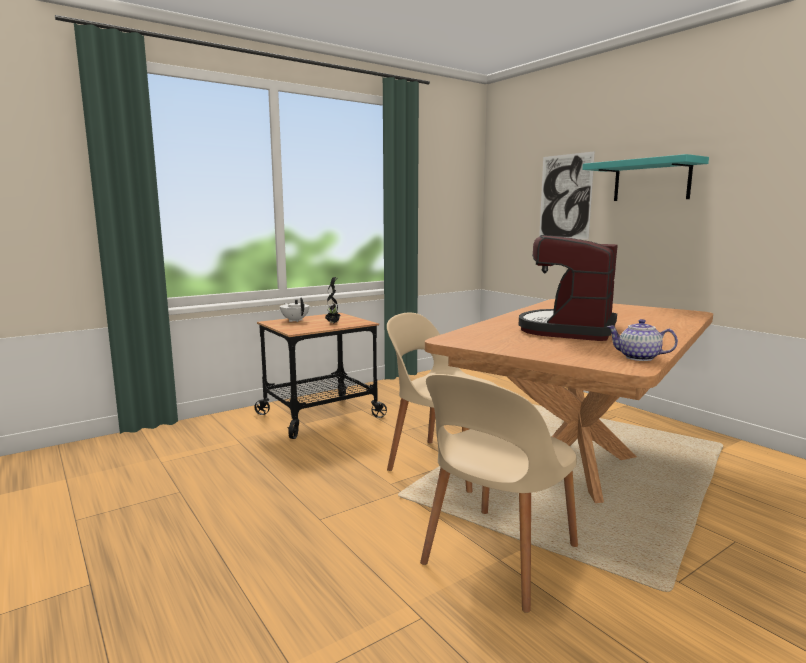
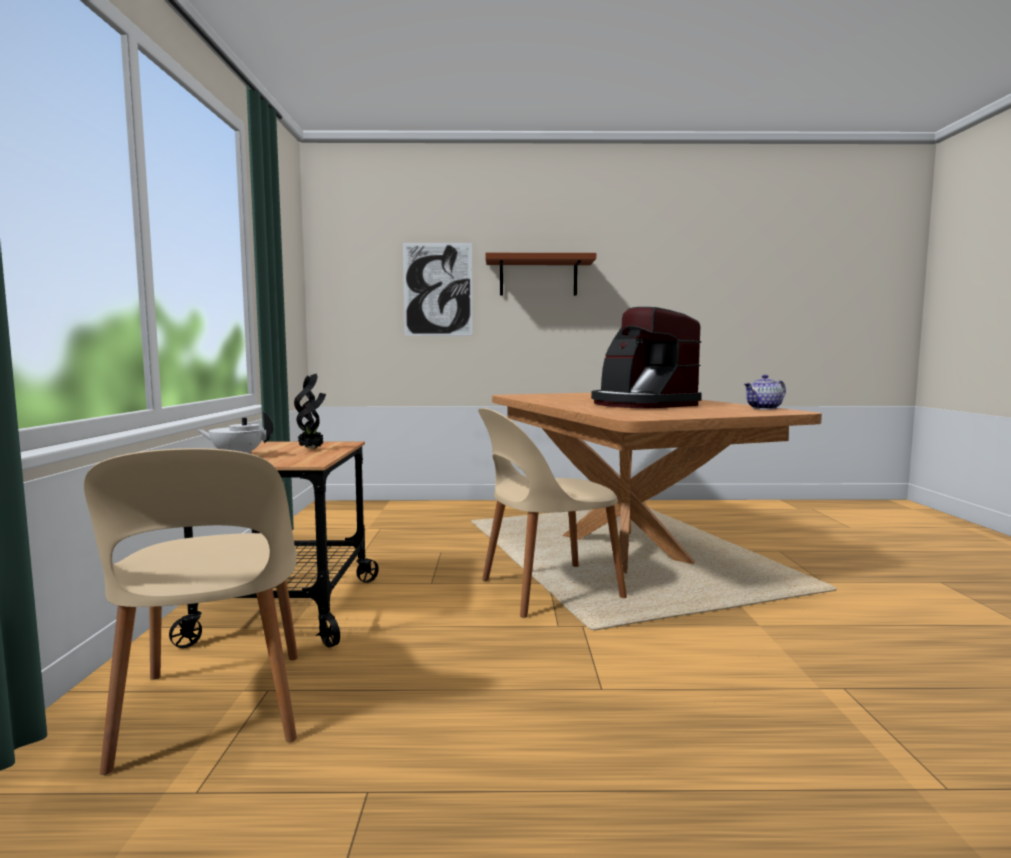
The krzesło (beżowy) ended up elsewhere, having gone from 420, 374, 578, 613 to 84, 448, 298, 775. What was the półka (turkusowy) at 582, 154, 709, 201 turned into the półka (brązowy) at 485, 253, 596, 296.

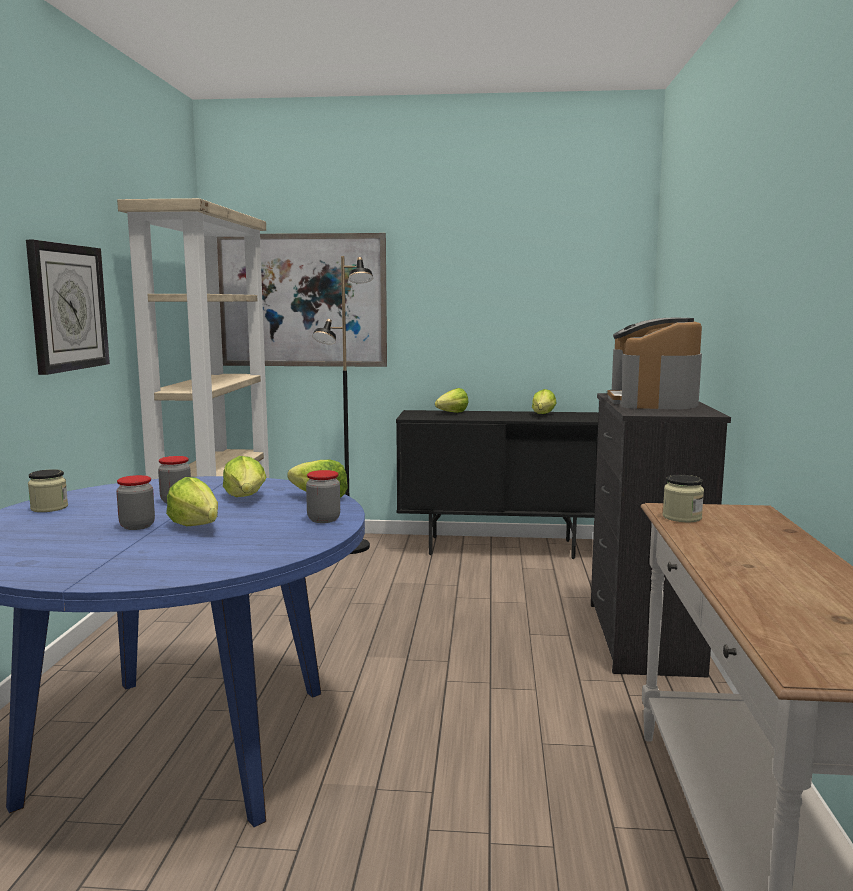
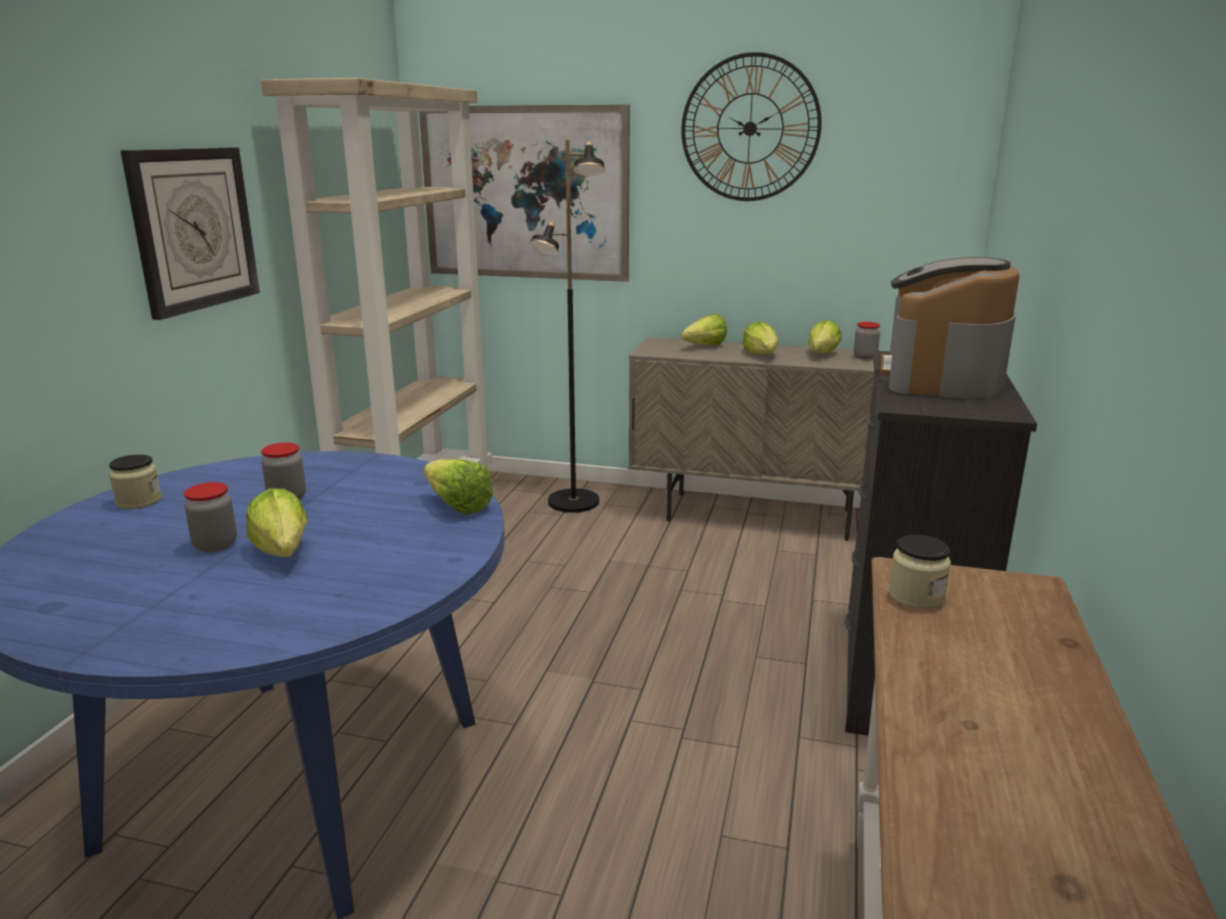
The sałata ended up elsewhere, having gone from 223, 456, 266, 497 to 742, 322, 778, 354. The słoik ended up elsewhere, having gone from 306, 470, 340, 523 to 854, 322, 880, 360. What was the szafka (czarny) at 396, 410, 599, 559 turned into the szafka (beżowy) at 628, 337, 890, 541. The second view gained the zegar ścienny at 681, 52, 822, 201.

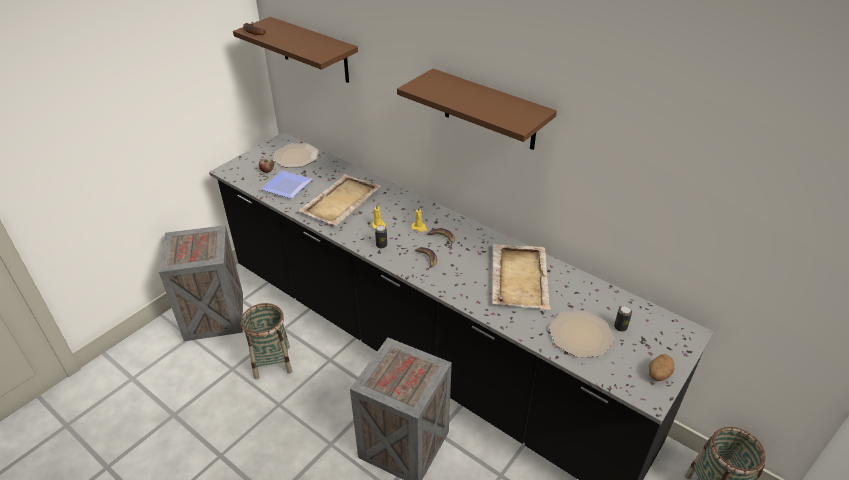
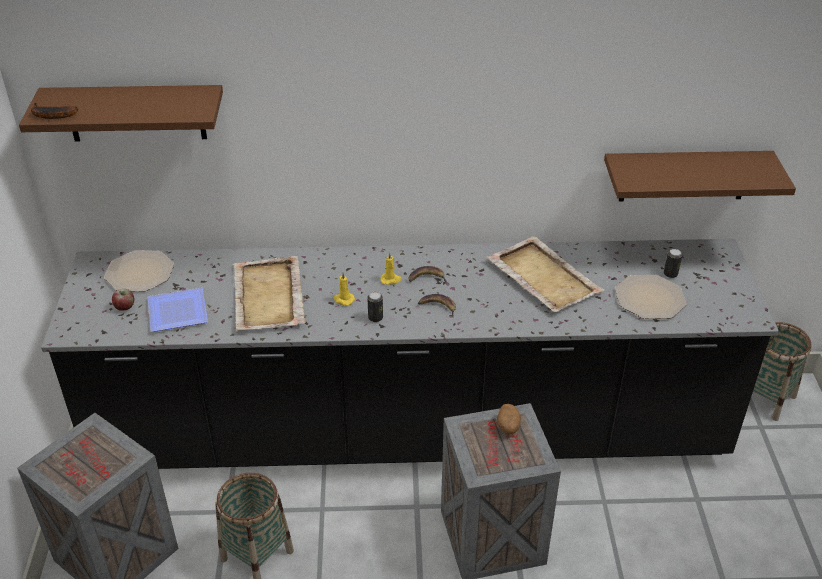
The półka (brązowy) ended up elsewhere, having gone from 397, 69, 557, 150 to 604, 151, 796, 202. The ziemniak ended up elsewhere, having gone from 649, 354, 674, 381 to 497, 404, 521, 434.

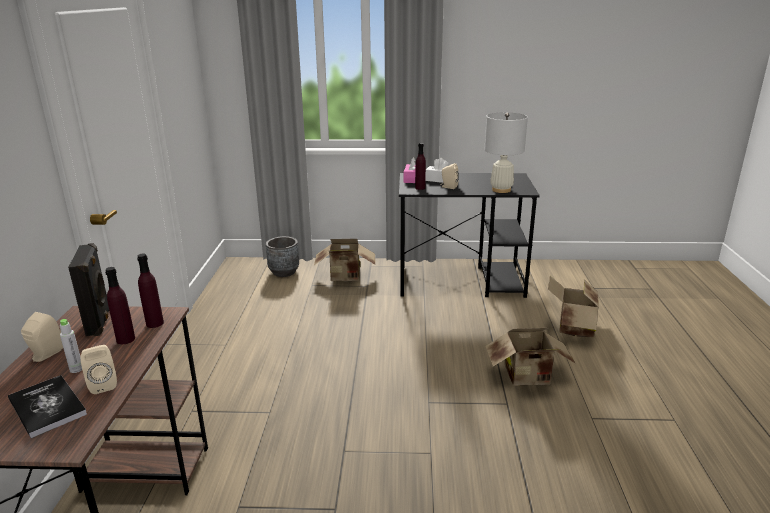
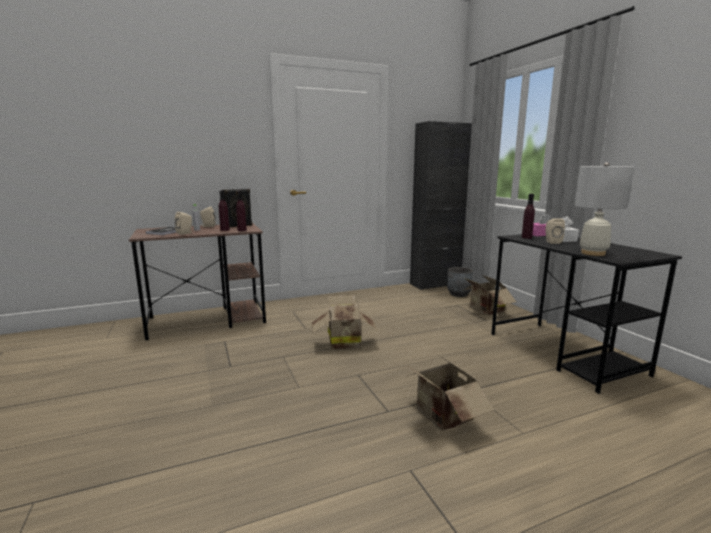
The karton ended up elsewhere, having gone from 548, 276, 599, 338 to 312, 295, 377, 350. The second view gained the szafka (czarny) at 410, 121, 472, 290.

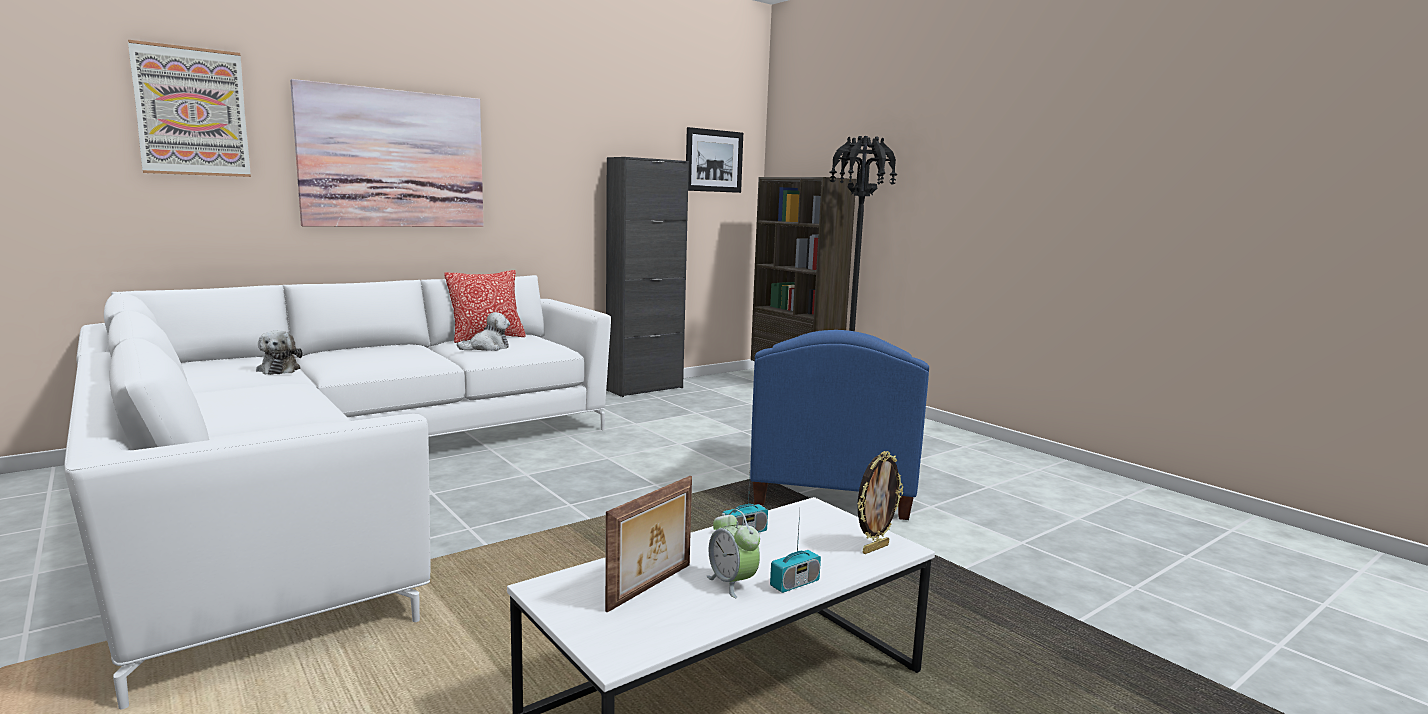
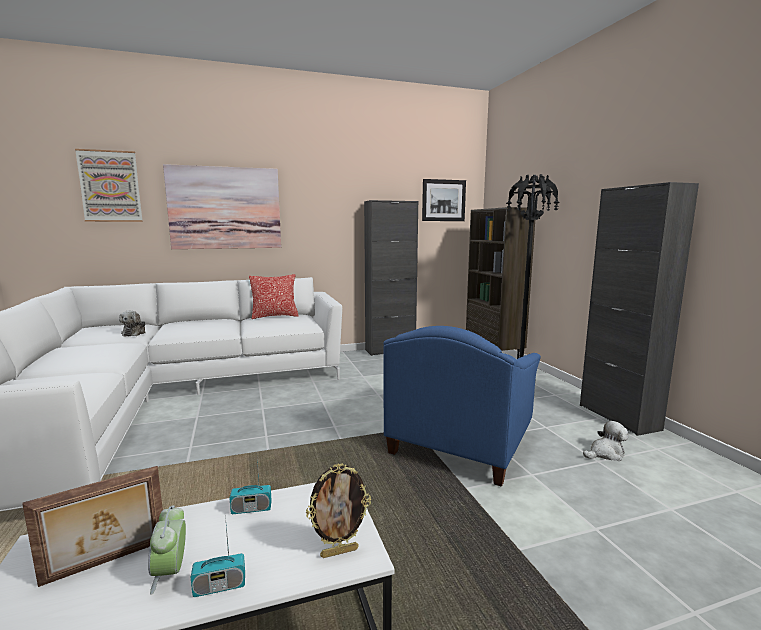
The pluszak ended up elsewhere, having gone from 457, 312, 510, 351 to 583, 421, 628, 461. The second view gained the szafka (czarny) at 580, 182, 699, 436.

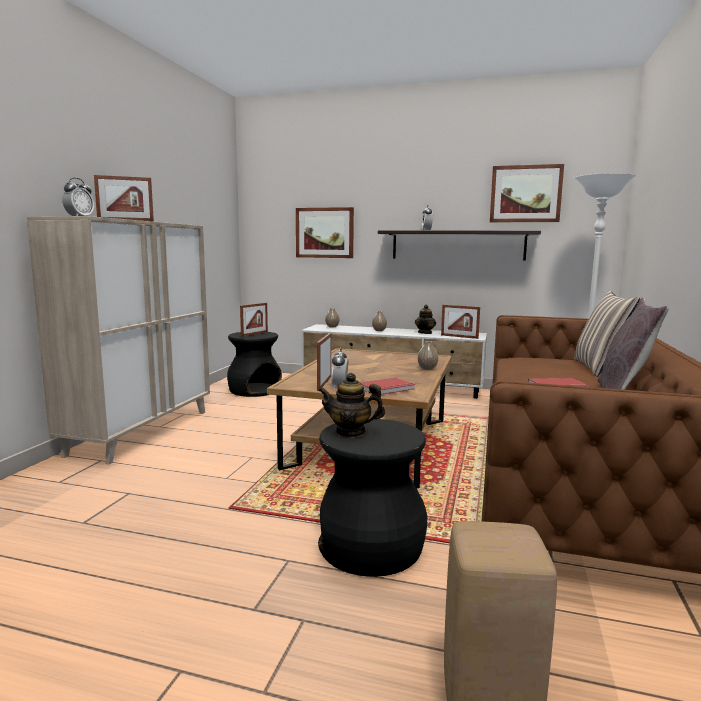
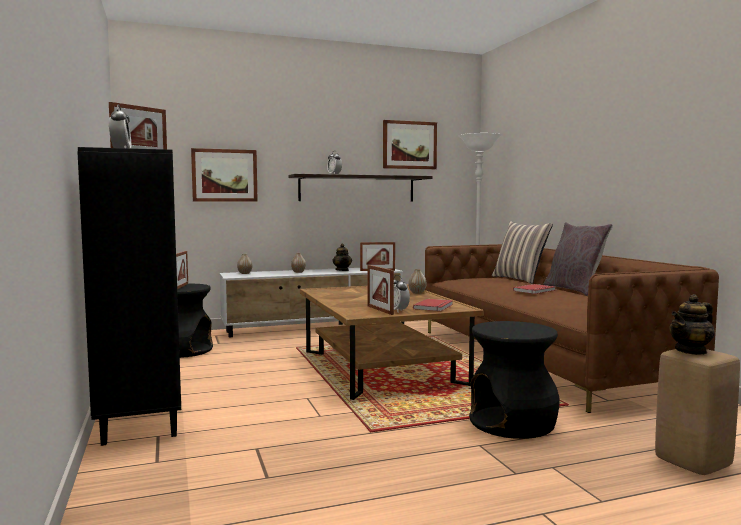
What was the szafka (beżowy) at 27, 216, 210, 465 turned into the szafka (czarny) at 77, 147, 181, 446. The imbryk ended up elsewhere, having gone from 318, 373, 385, 438 to 670, 294, 715, 355.

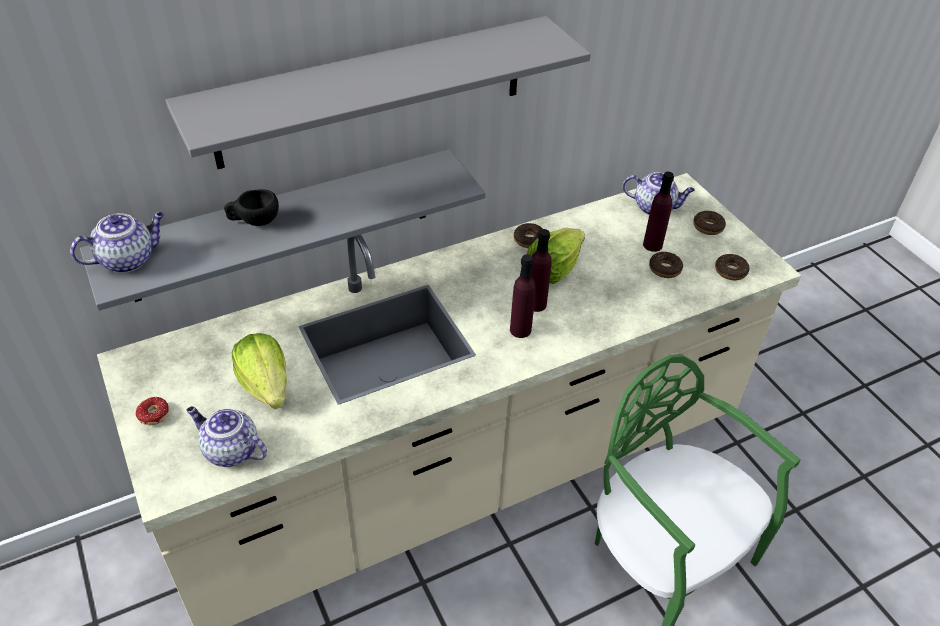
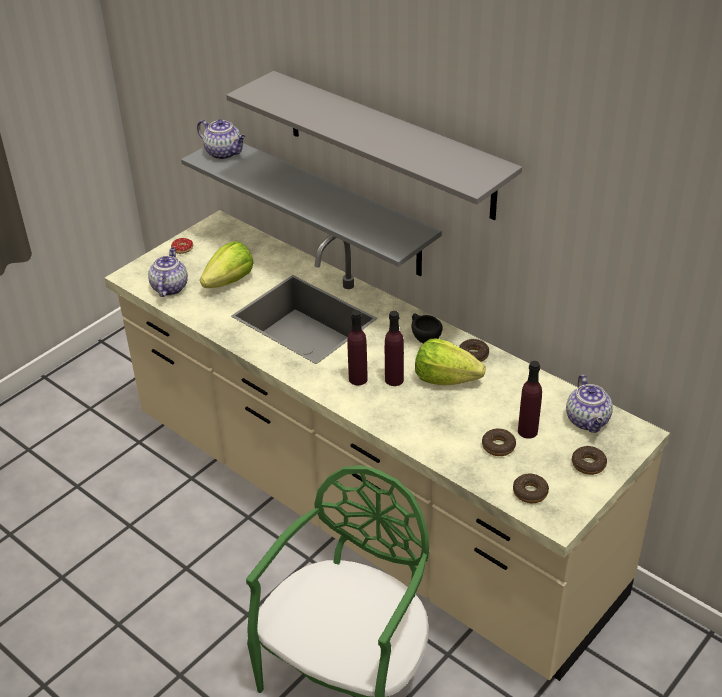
The filiżanka (czarny) ended up elsewhere, having gone from 224, 189, 279, 226 to 411, 313, 443, 343.

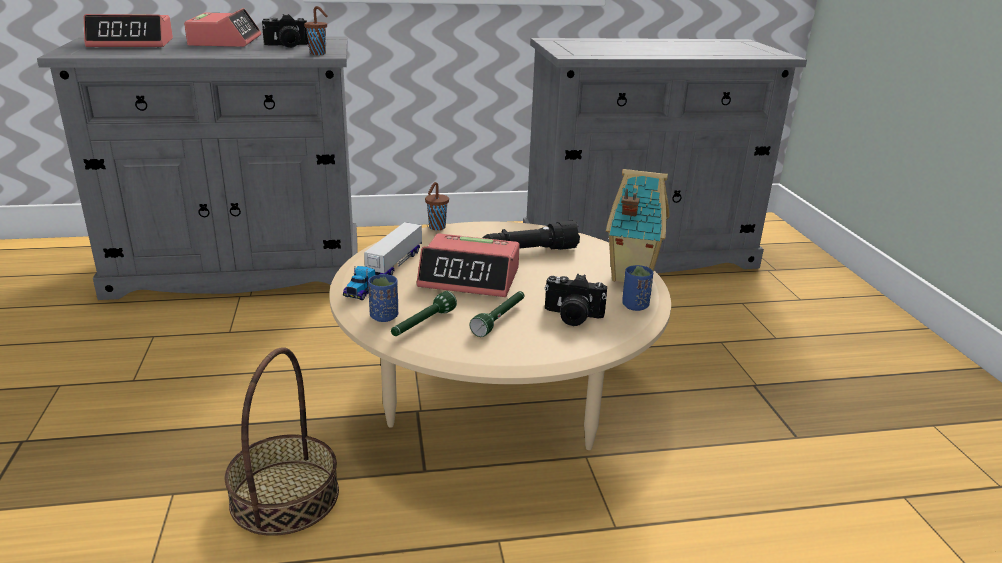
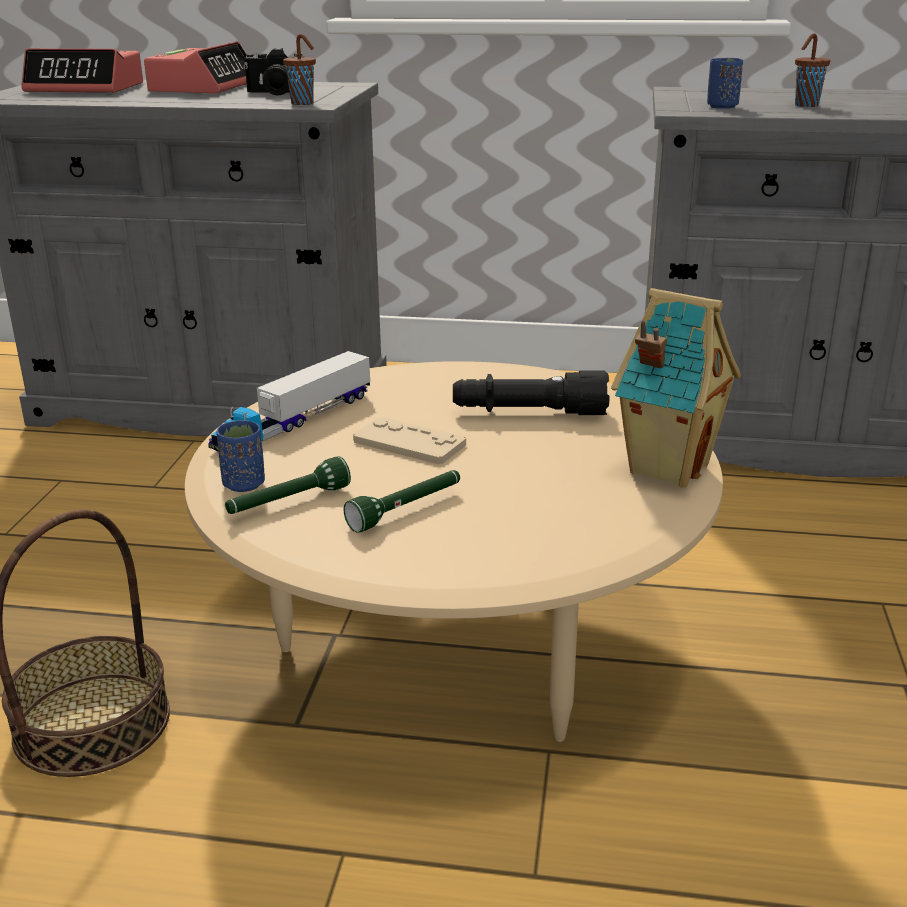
Where the budzik stood at 416, 233, 520, 297, the pad do gier (beżowy) came to stand at 353, 417, 466, 464. The filiżanka (brązowy) ended up elsewhere, having gone from 425, 182, 449, 230 to 795, 33, 830, 107. The second view lost the aparat fotograficzny at 544, 274, 607, 326. The filiżanka (niebieski) ended up elsewhere, having gone from 622, 265, 653, 311 to 707, 58, 743, 109.

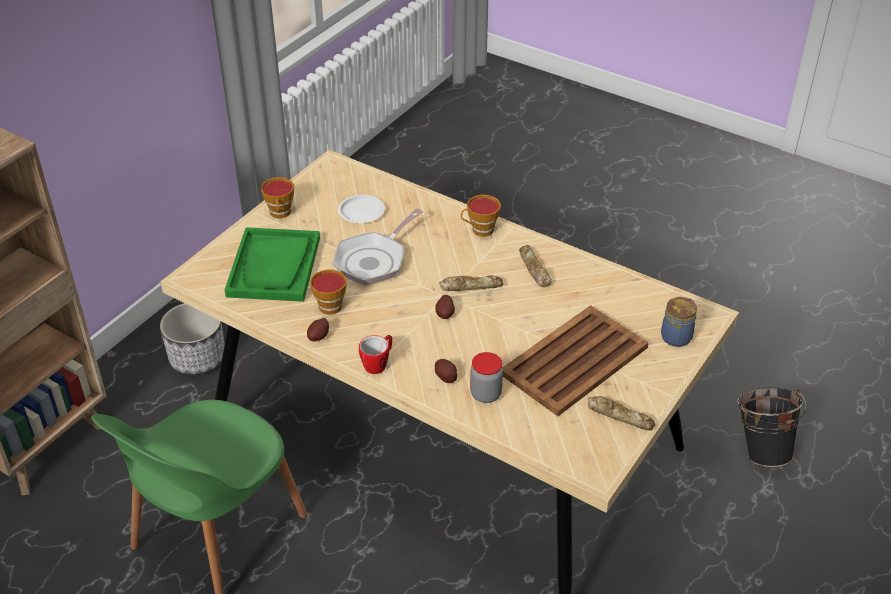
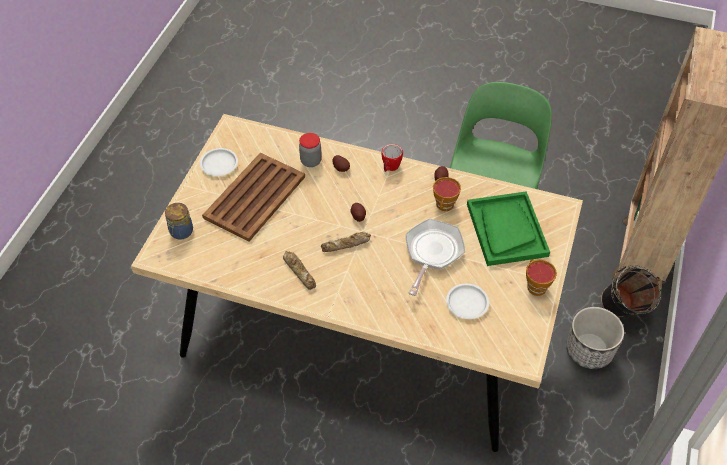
The second view lost the filiżanka at 461, 195, 501, 237. Where the chleb stood at 588, 396, 656, 431, the talerz (biały) came to stand at 200, 148, 238, 176. The wiadro (czarny) ended up elsewhere, having gone from 737, 387, 807, 467 to 601, 265, 661, 317.

